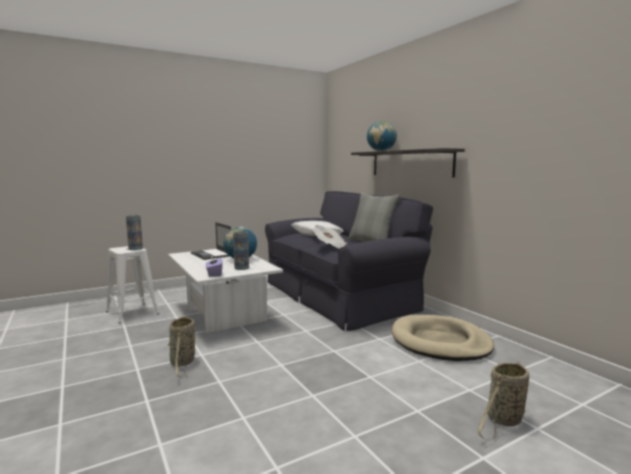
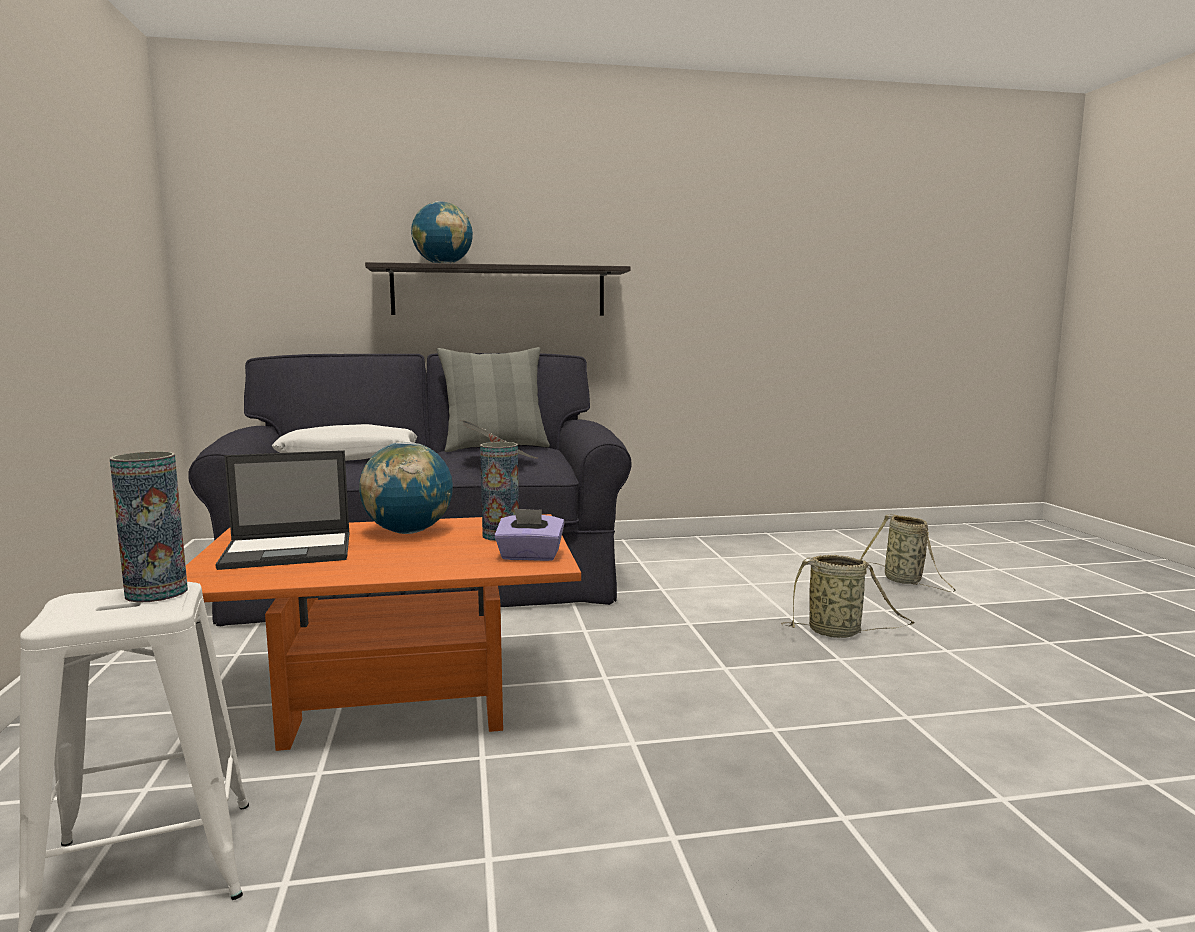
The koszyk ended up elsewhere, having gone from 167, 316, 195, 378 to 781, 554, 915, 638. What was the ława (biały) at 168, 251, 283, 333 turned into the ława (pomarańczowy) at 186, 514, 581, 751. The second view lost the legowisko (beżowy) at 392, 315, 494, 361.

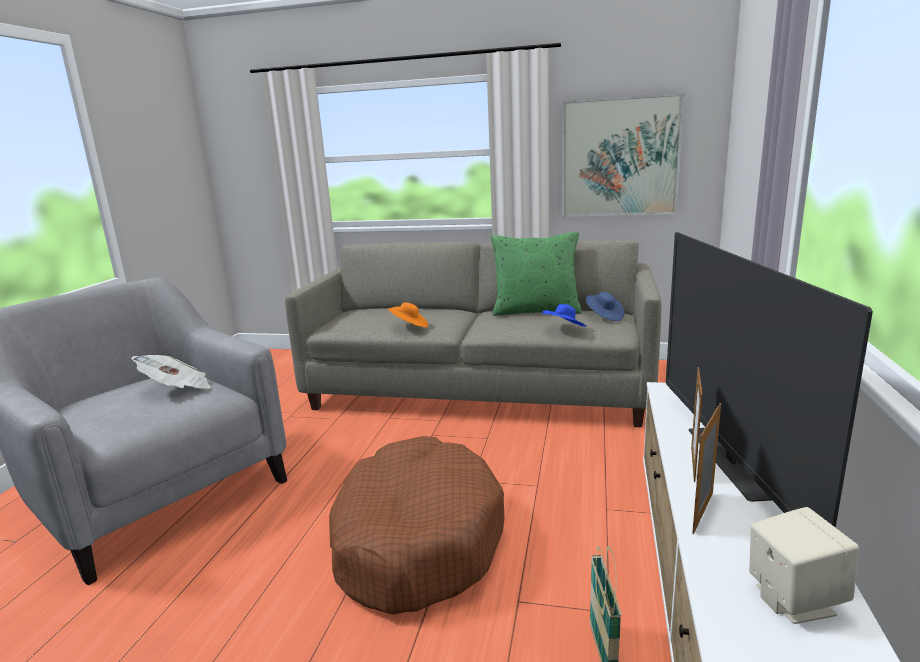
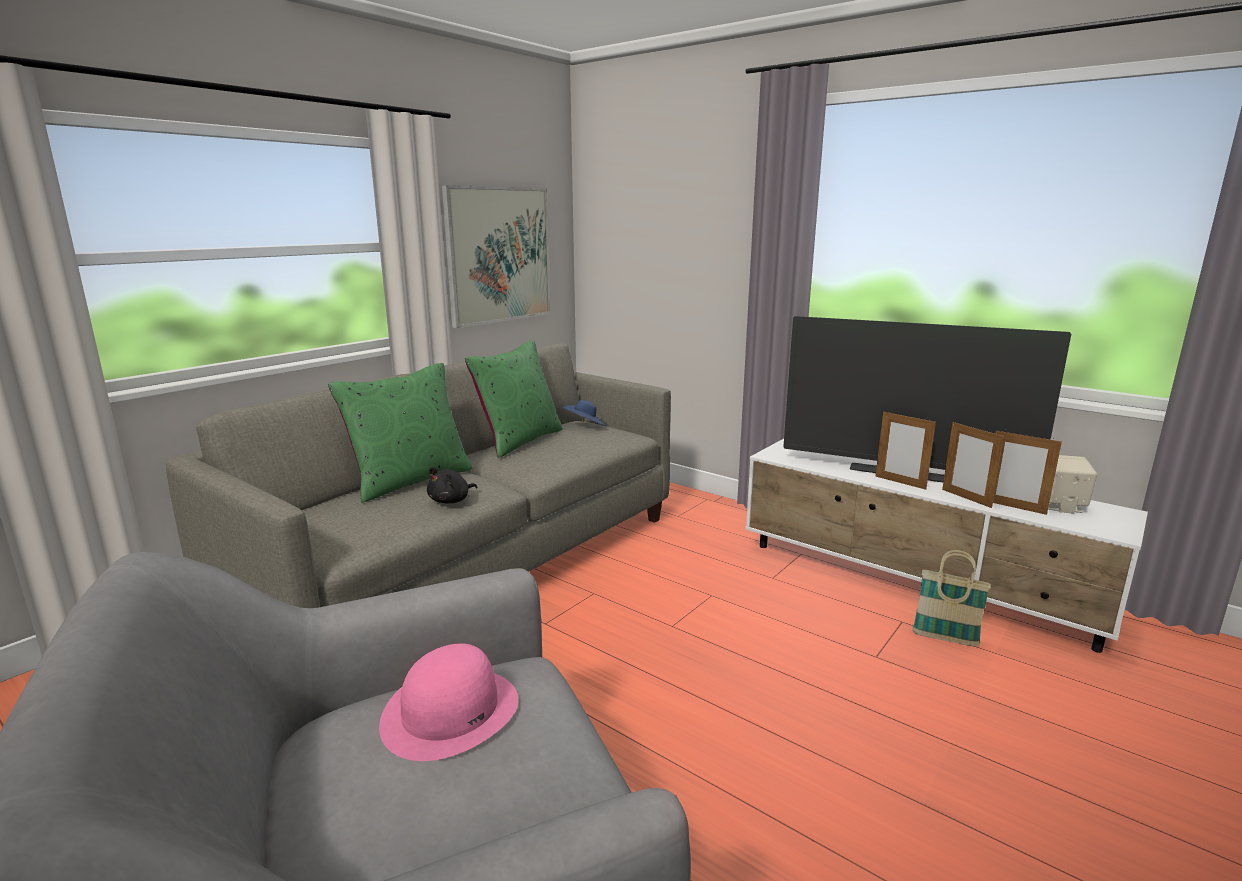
Where the gazeta stood at 131, 355, 210, 389, the kapelusz (różowy) came to stand at 379, 643, 519, 761. The second view lost the legowisko (brązowy) at 329, 436, 505, 615. Where the kapelusz (pomarańczowy) stood at 388, 302, 428, 327, the pluszak (czarny) came to stand at 427, 467, 477, 503. The second view lost the kapelusz (niebieski) at 542, 304, 586, 327. The second view gained the poduszka (zielony) at 328, 363, 472, 503. The second view gained the ramka na zdjęcie at 993, 431, 1062, 515.

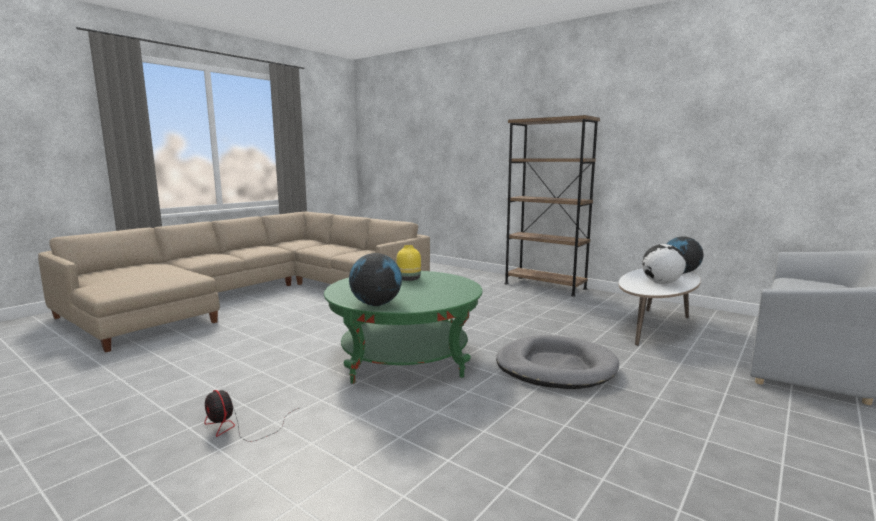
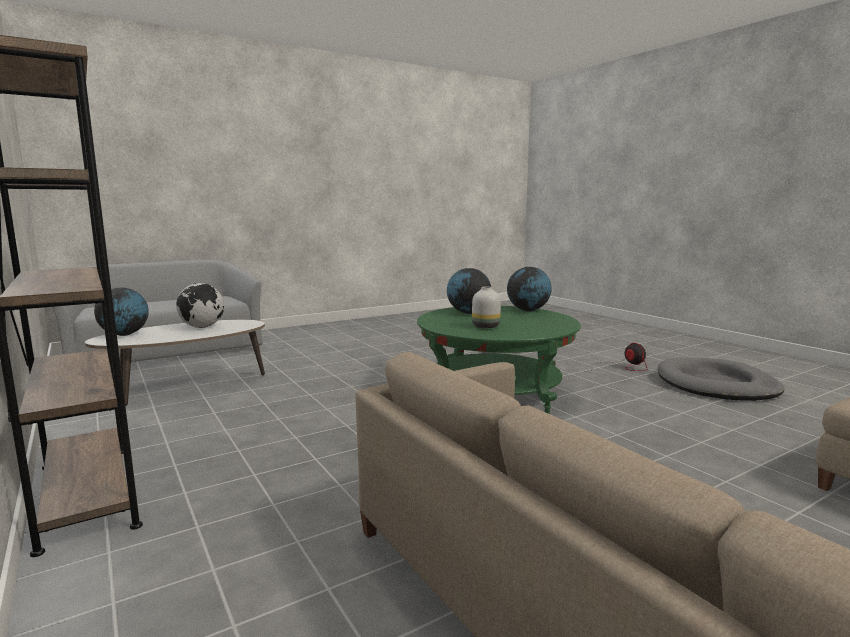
What was the wazon (żółty) at 397, 245, 421, 281 turned into the wazon (biały) at 472, 286, 501, 328. The legowisko (szary) ended up elsewhere, having gone from 496, 335, 619, 389 to 658, 358, 784, 401. The second view gained the globus at 447, 268, 491, 314.

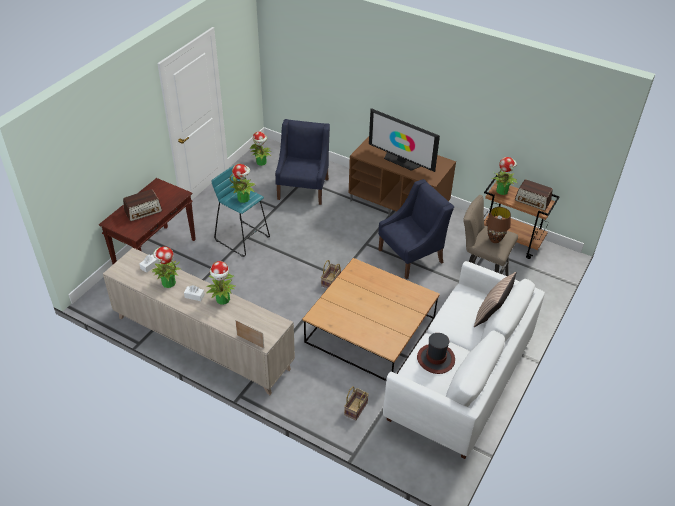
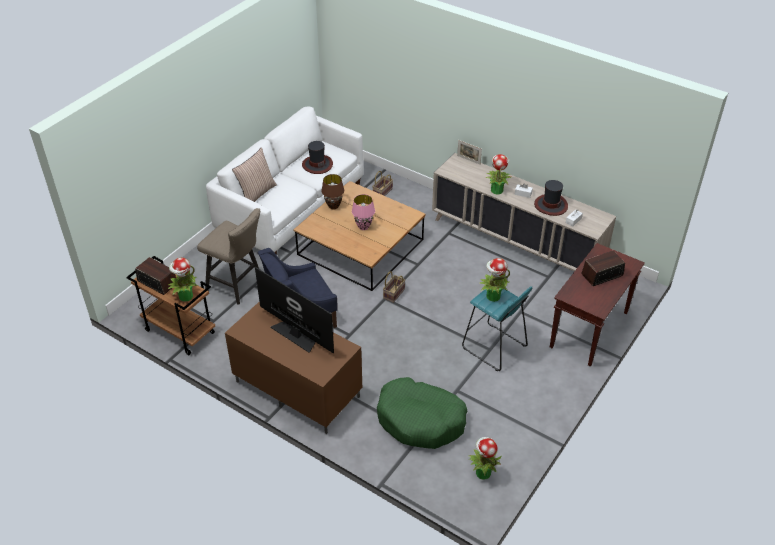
Where the roślina doniczkowa stood at 151, 247, 181, 288, the kapelusz came to stand at 534, 180, 568, 216. Where the fotel (niebieski) stood at 275, 119, 330, 205, the legowisko (zielony) came to stand at 377, 377, 467, 449. The lampa stołowa (brązowy) ended up elsewhere, having gone from 486, 207, 511, 243 to 321, 174, 344, 210. The second view gained the lampa stołowa (różowy) at 352, 194, 375, 230.

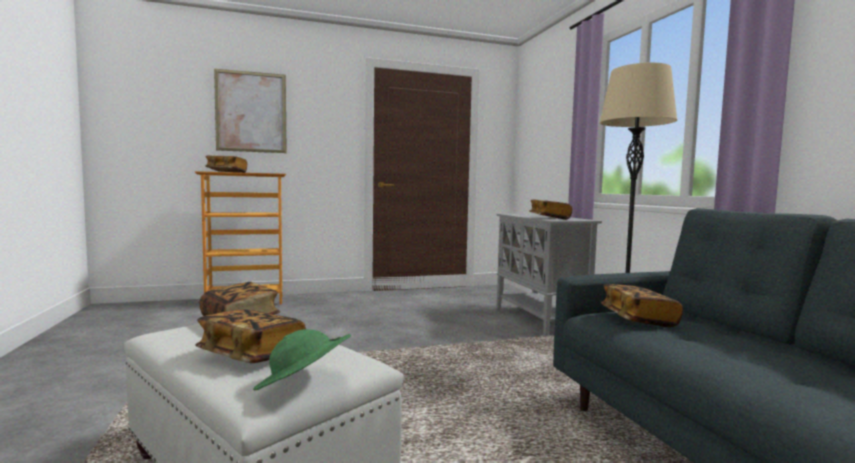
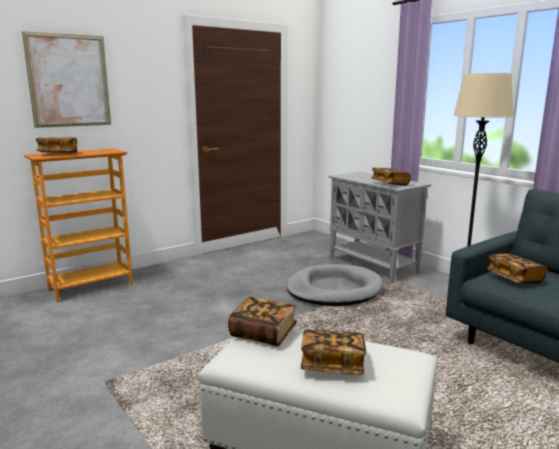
The second view lost the kapelusz (zielony) at 253, 329, 351, 391. The second view gained the legowisko (szary) at 286, 264, 383, 306.

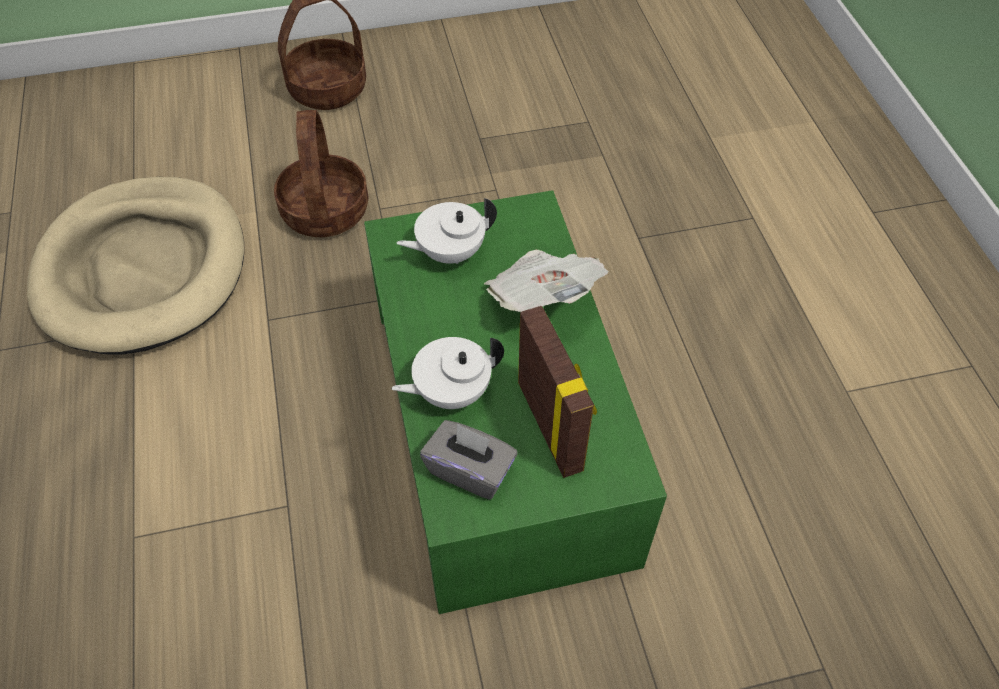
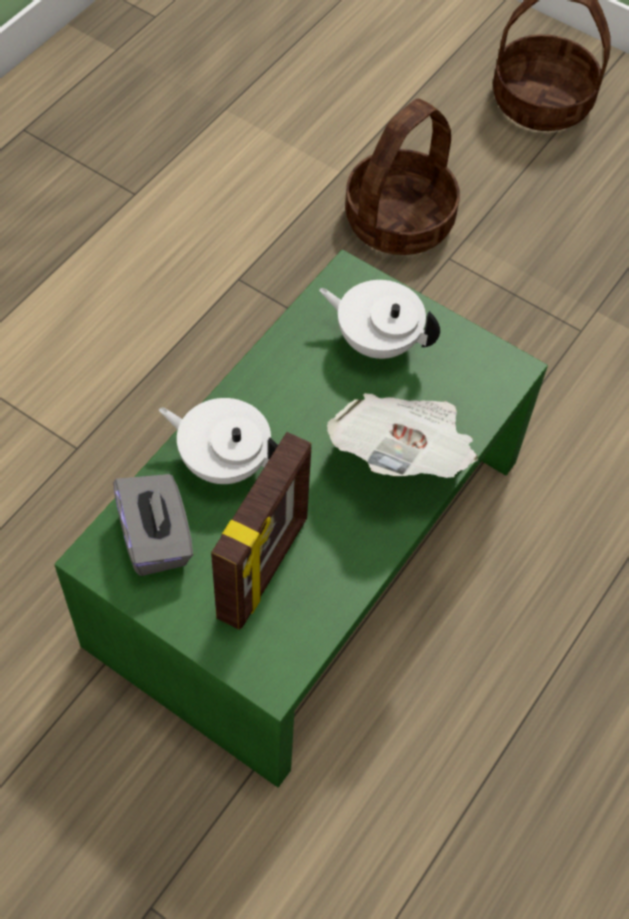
The second view lost the legowisko (beżowy) at 27, 177, 244, 355.

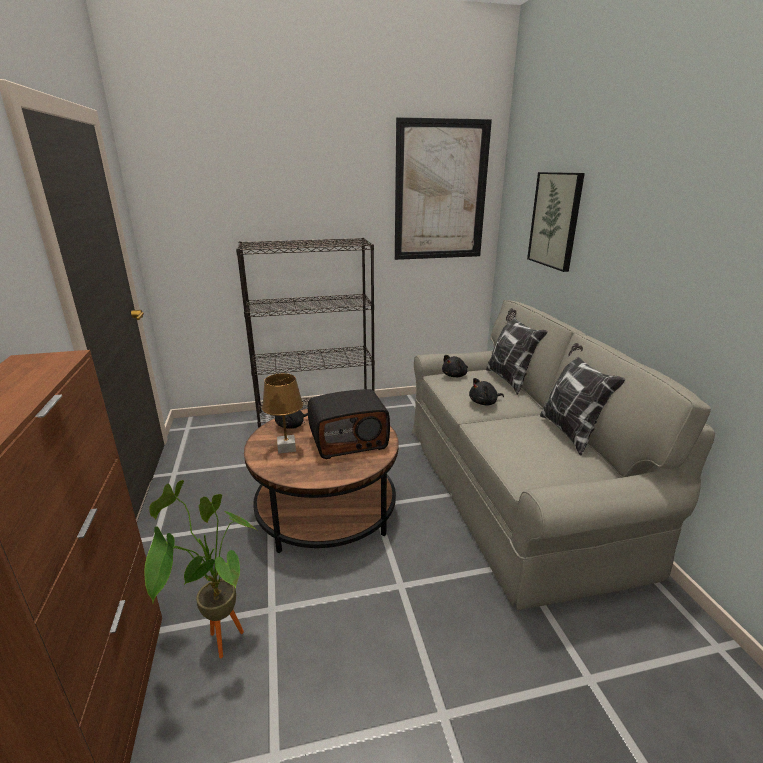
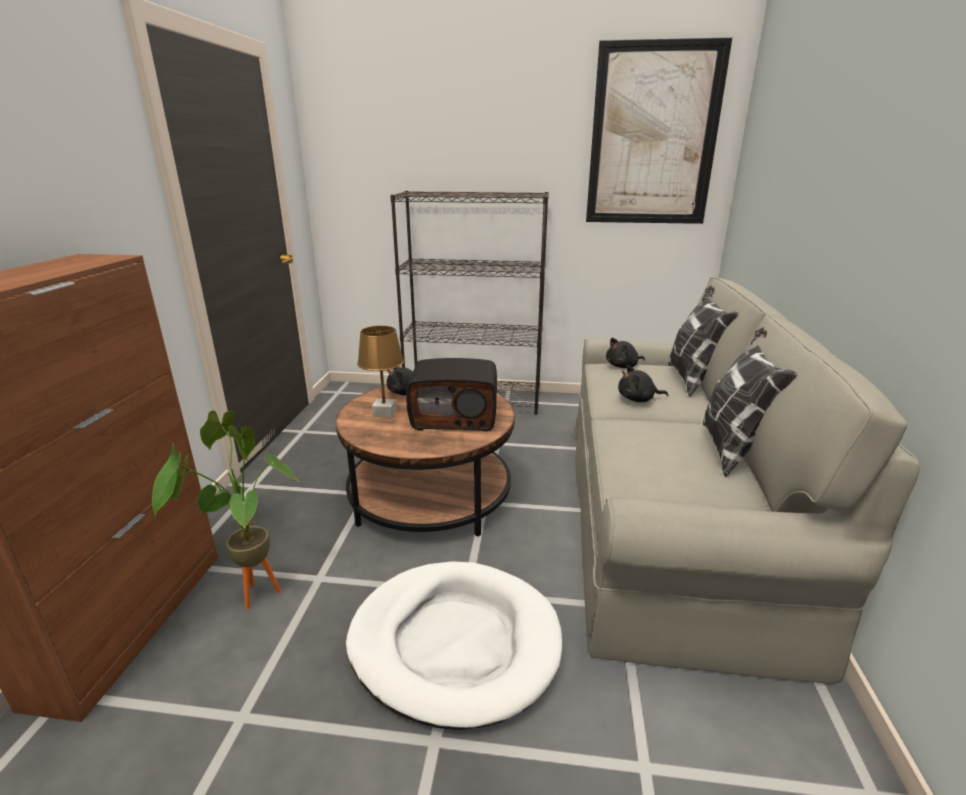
The second view lost the obraz at 527, 172, 585, 272. The second view gained the legowisko (biały) at 346, 561, 563, 730.

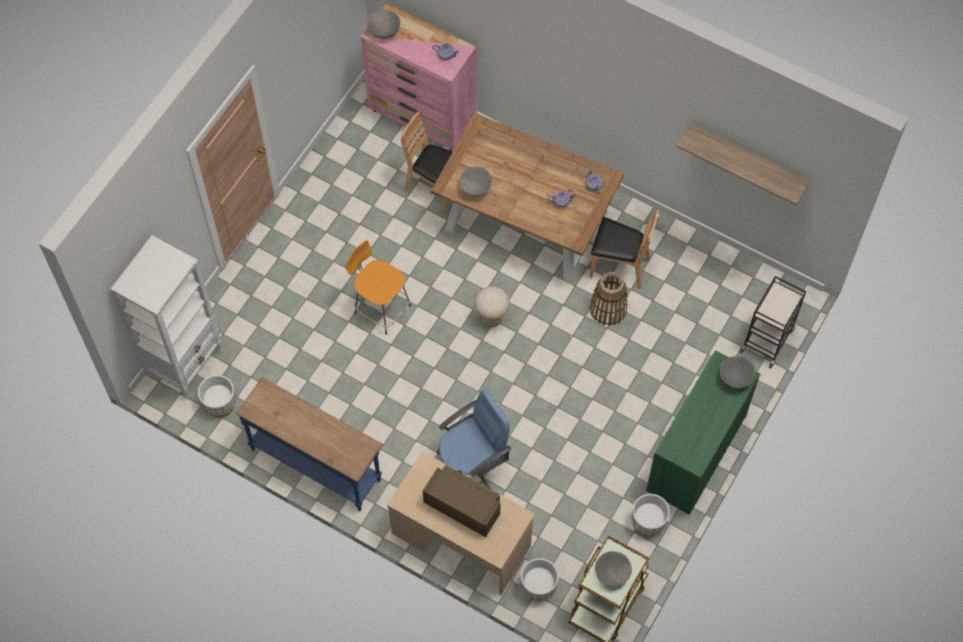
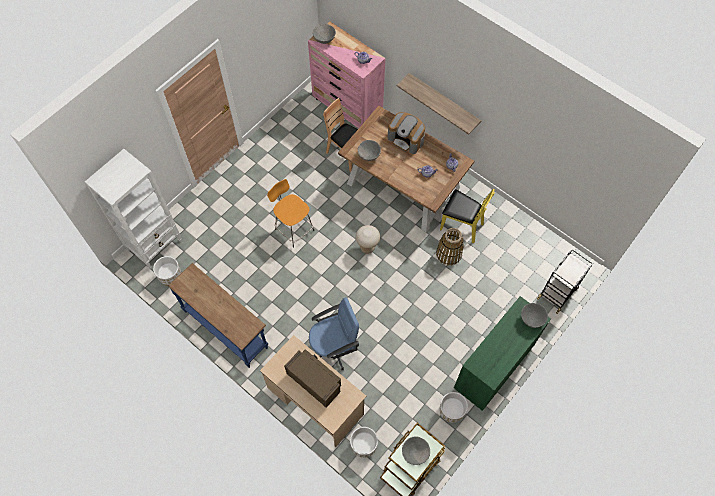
What was the krzesło (brązowy) at 590, 210, 660, 289 turned into the krzesło (żółty) at 440, 189, 495, 243. The półka ended up elsewhere, having gone from 676, 123, 810, 205 to 397, 73, 481, 135. The second view gained the ekspres do kawy at 388, 112, 425, 154.

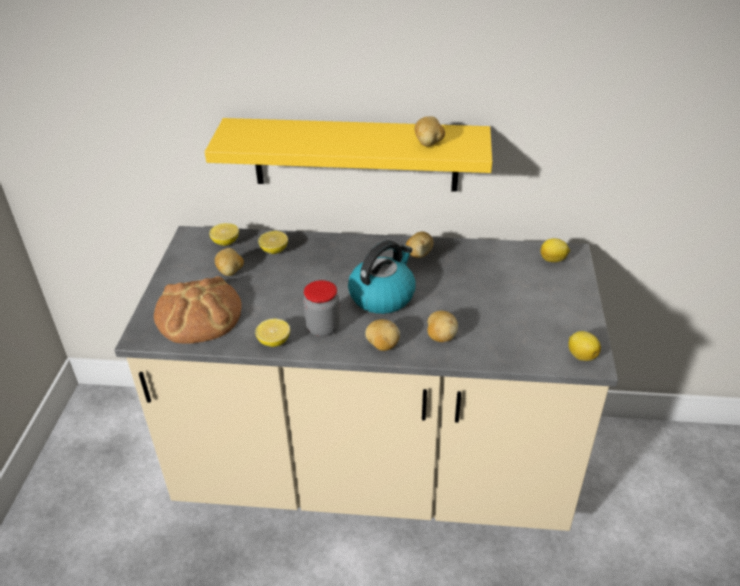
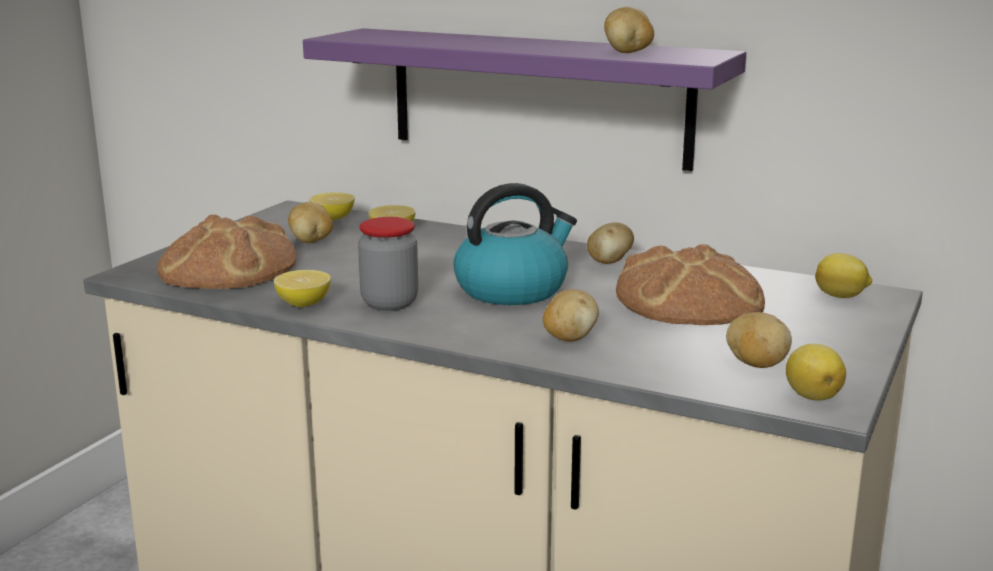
What was the półka (żółty) at 205, 118, 492, 192 turned into the półka (fioletowy) at 303, 28, 746, 171. The ziemniak ended up elsewhere, having gone from 365, 319, 400, 351 to 726, 312, 792, 368. The second view gained the chleb at 616, 244, 765, 325.

